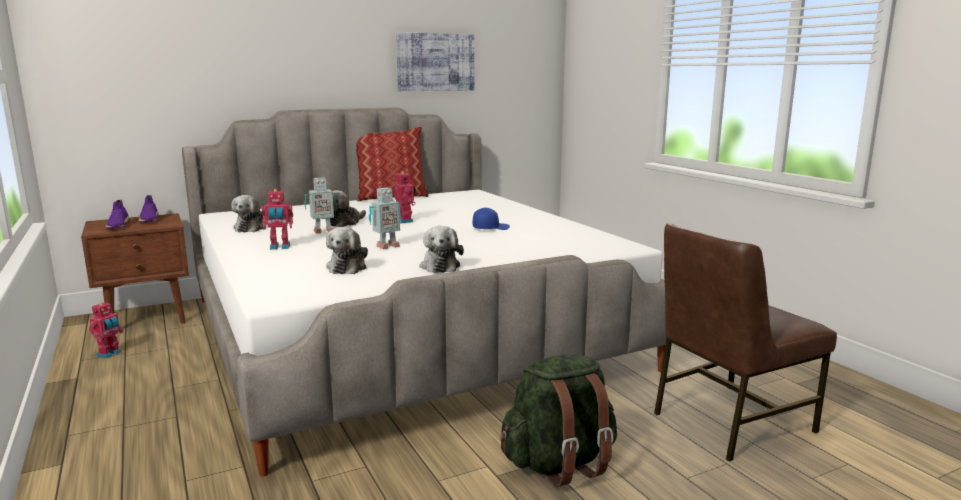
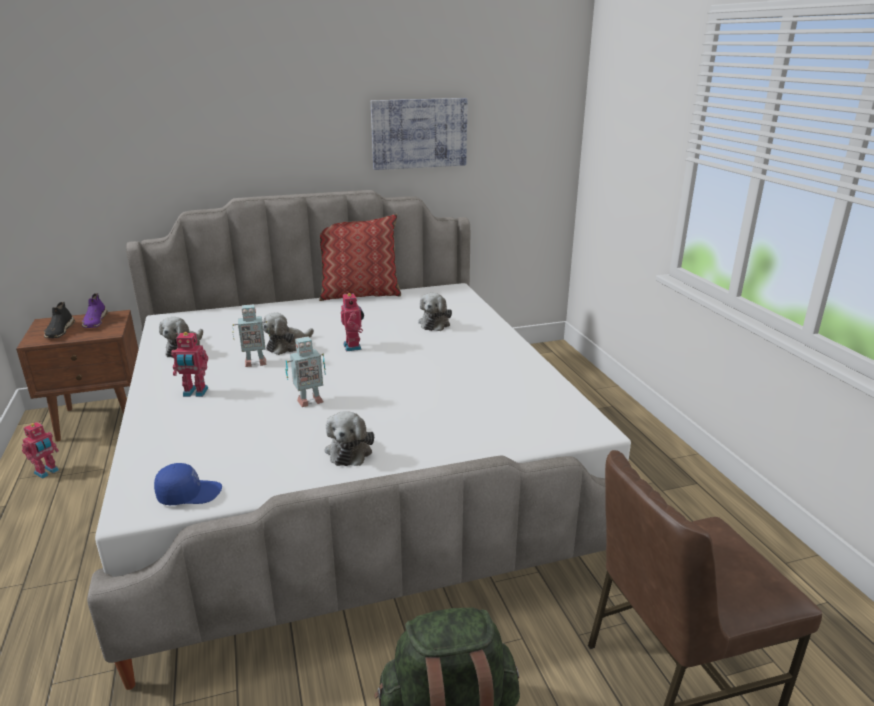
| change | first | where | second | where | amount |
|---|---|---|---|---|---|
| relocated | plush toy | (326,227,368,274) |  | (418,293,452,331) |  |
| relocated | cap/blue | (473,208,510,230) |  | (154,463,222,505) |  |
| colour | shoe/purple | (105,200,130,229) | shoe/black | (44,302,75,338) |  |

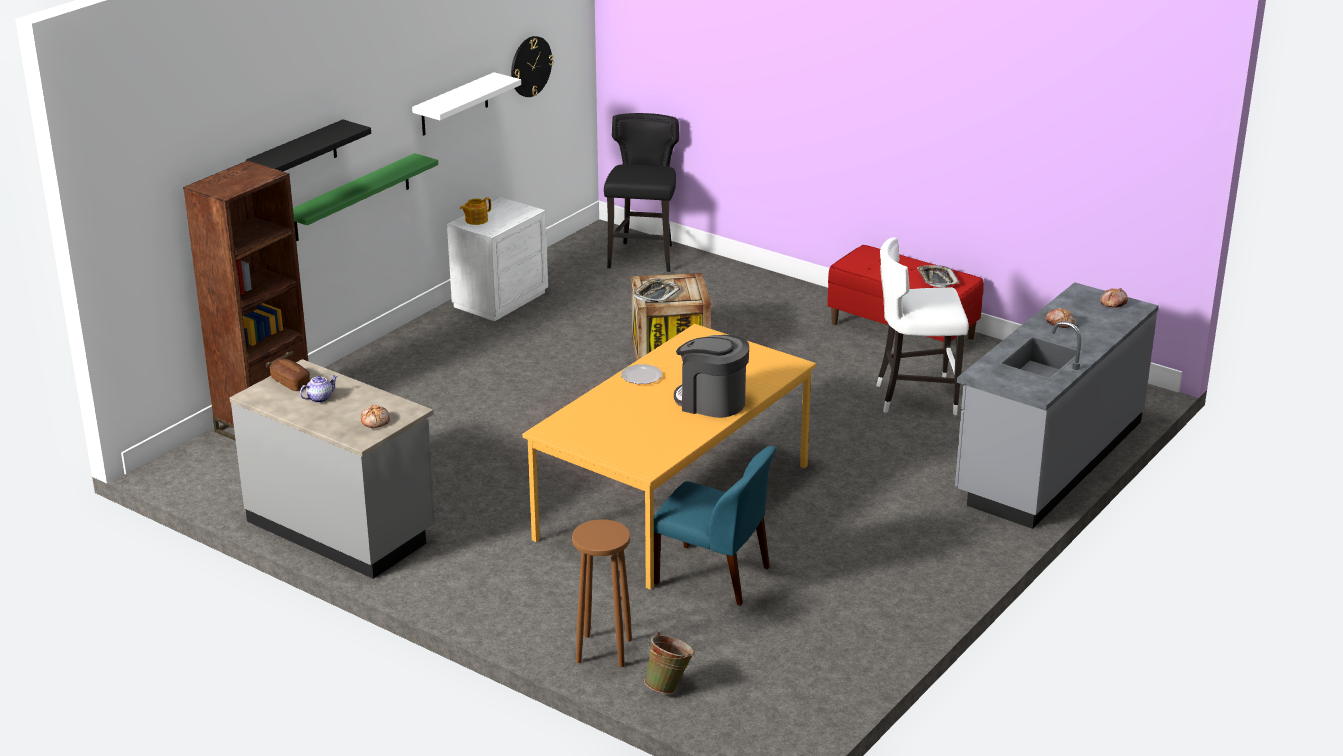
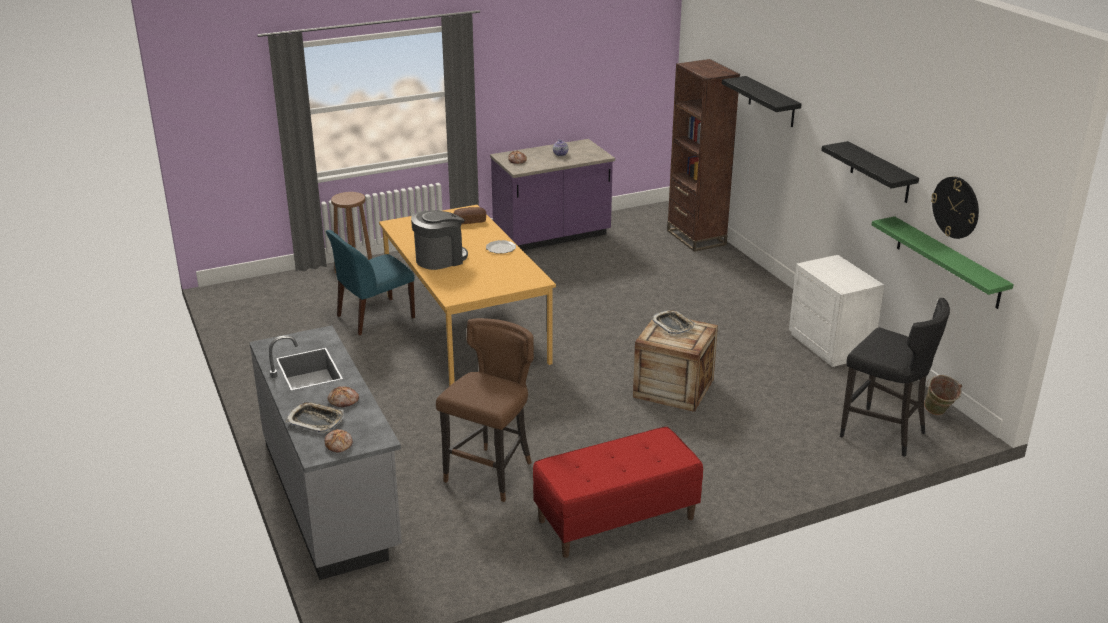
| change | first | where | second | where | amount |
|---|---|---|---|---|---|
| missing | teapot | (460,197,491,225) |  |  |  |
| relocated | bread | (270,359,310,391) |  | (454,207,486,225) |  |
| relocated | shelf/green | (293,153,438,241) |  | (872,216,1014,309) |  |
| relocated | bucket/green | (644,632,695,694) |  | (924,375,962,415) |  |
| relocated | tray | (917,265,959,288) |  | (286,402,344,433) |  |
| colour | counter/grey | (230,359,435,579) | counter/purple | (490,139,615,250) |  |
| colour | shelf/white | (412,72,521,136) | shelf/black | (821,141,919,203) |  |
| colour | stool/white | (876,237,969,415) | stool/brown | (436,318,534,502) |  |

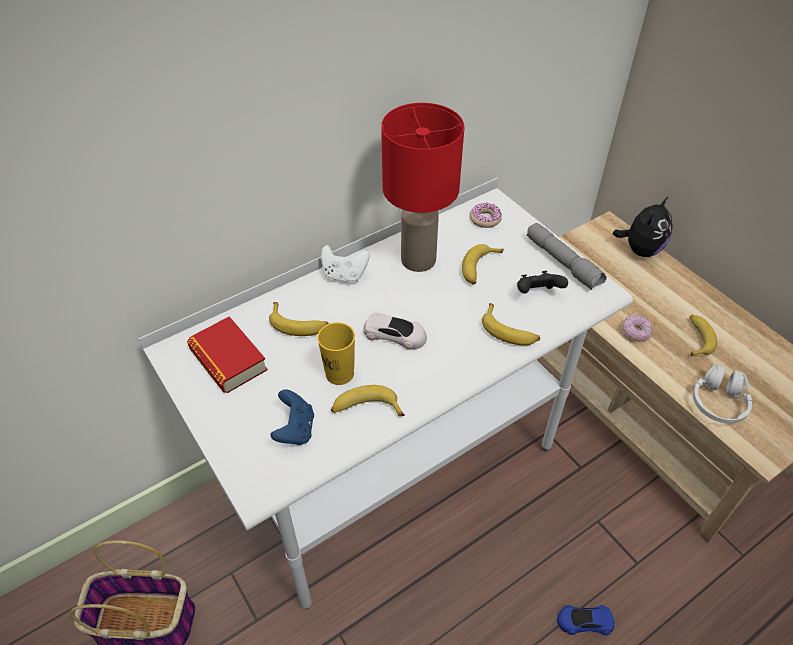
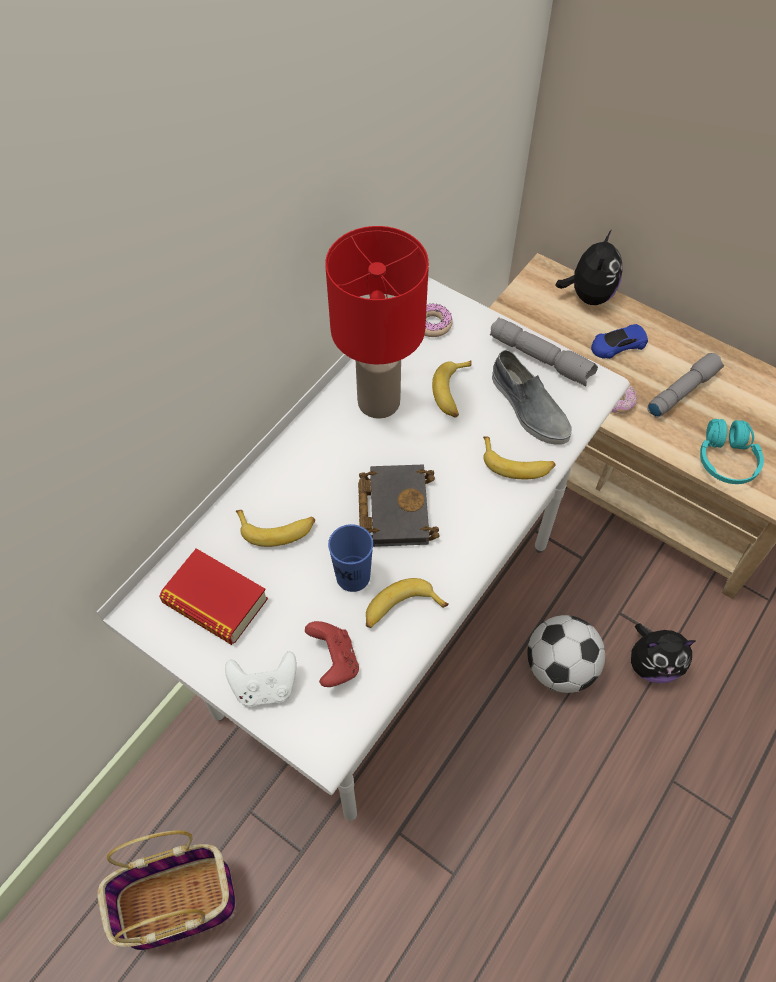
| change | first | where | second | where | amount |
|---|---|---|---|---|---|
| appeared |  |  | football | (527,615,605,693) |  |
| appeared |  |  | plush toy | (631,624,695,683) |  |
| relocated | game controller/white | (321,245,369,282) |  | (225,651,297,707) |  |
| relocated | toy car/blue | (557,605,614,635) |  | (591,324,648,359) |  |
| exchanged | toy car/white | (364,312,427,350) | book/black | (358,464,439,547) |  |
| exchanged | game controller/black | (517,271,568,294) | shoe/grey | (492,350,572,445) |  |
| exchanged | banana | (689,315,717,357) | flashlight/grey | (647,353,724,418) |  |
| colour | game controller/blue | (270,389,314,445) | game controller/red | (305,621,359,687) |  |
| colour | cup/yellow | (317,322,355,385) | cup/blue | (328,524,373,592) |  |
| colour | headphones/white | (693,364,752,424) | headphones/turquoise | (700,419,764,484) |  |

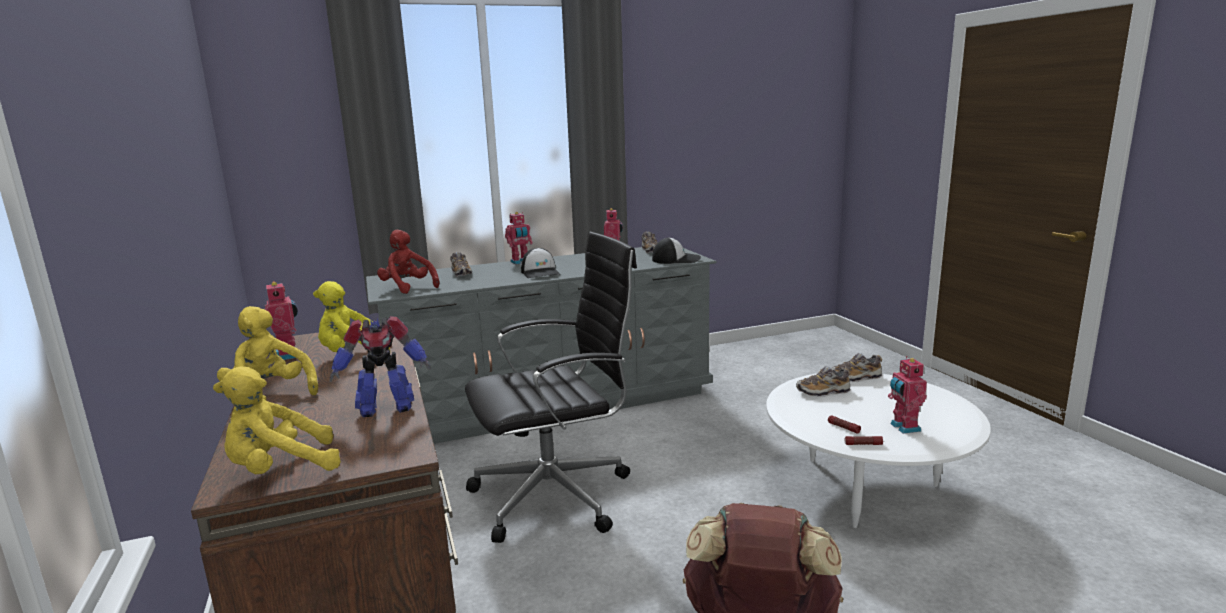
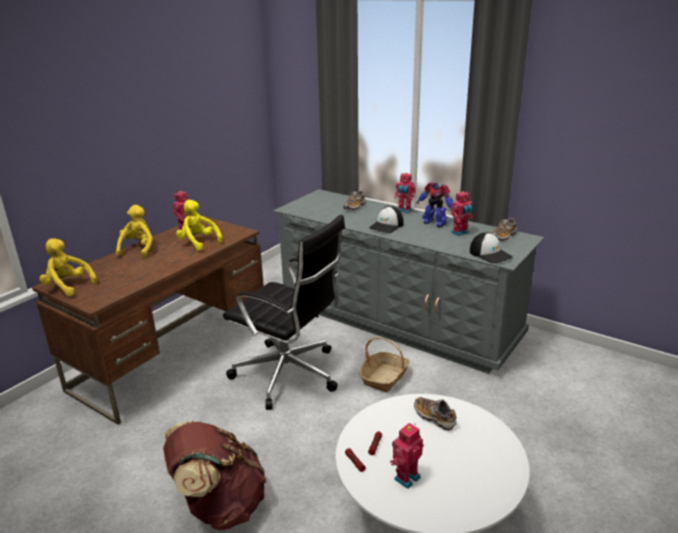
| change | first | where | second | where | amount |
|---|---|---|---|---|---|
| missing | plush toy/red | (377,230,439,294) |  |  |  |
| missing | shoe | (831,353,882,382) |  |  |  |
| appeared |  |  | basket | (359,337,410,392) |  |
| relocated | toy robot | (330,316,431,417) |  | (416,182,454,227) |  |

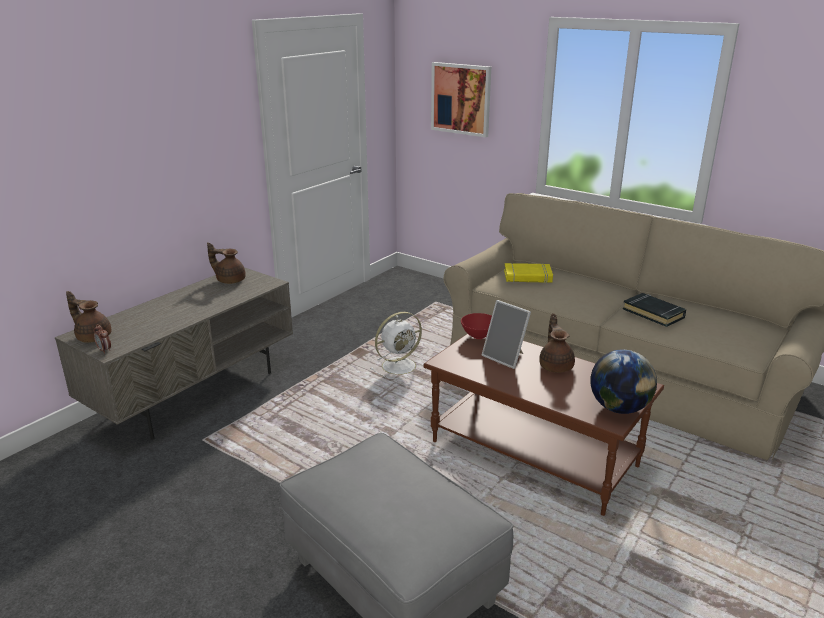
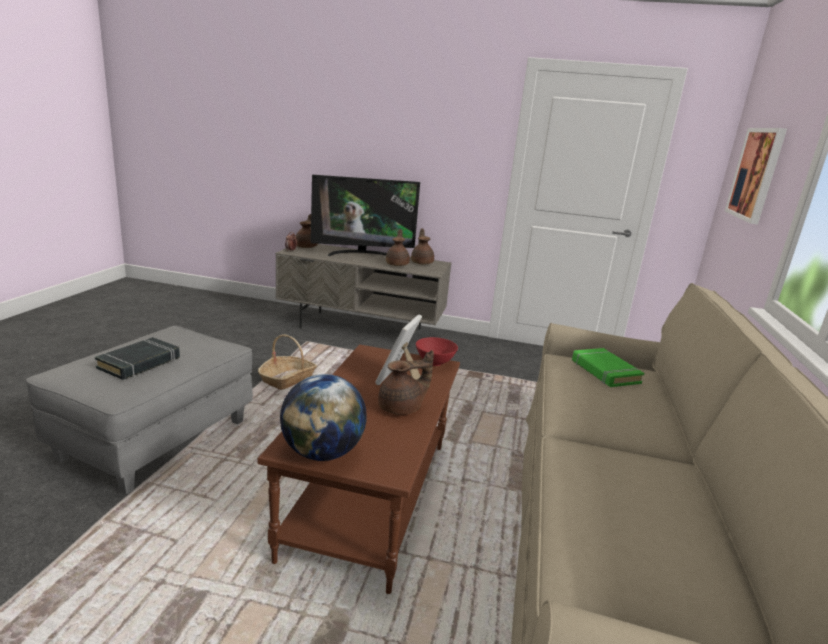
| change | first | where | second | where | amount |
|---|---|---|---|---|---|
| missing | fan/white | (370,312,425,379) |  |  |  |
| appeared |  |  | basket | (258,334,317,390) |  |
| appeared |  |  | television | (311,175,420,256) |  |
| appeared |  |  | teapot/brown | (386,229,410,266) |  |
| relocated | book/black | (623,293,686,327) |  | (95,337,180,380) |  |
| colour | book/yellow | (504,263,553,283) | book/green | (572,348,644,387) |  |

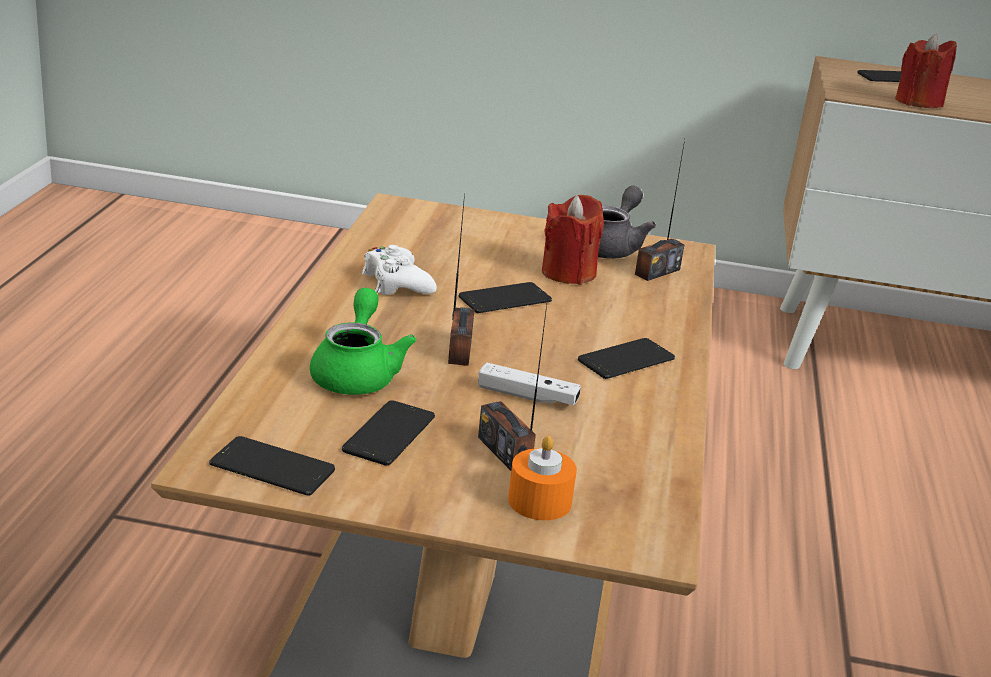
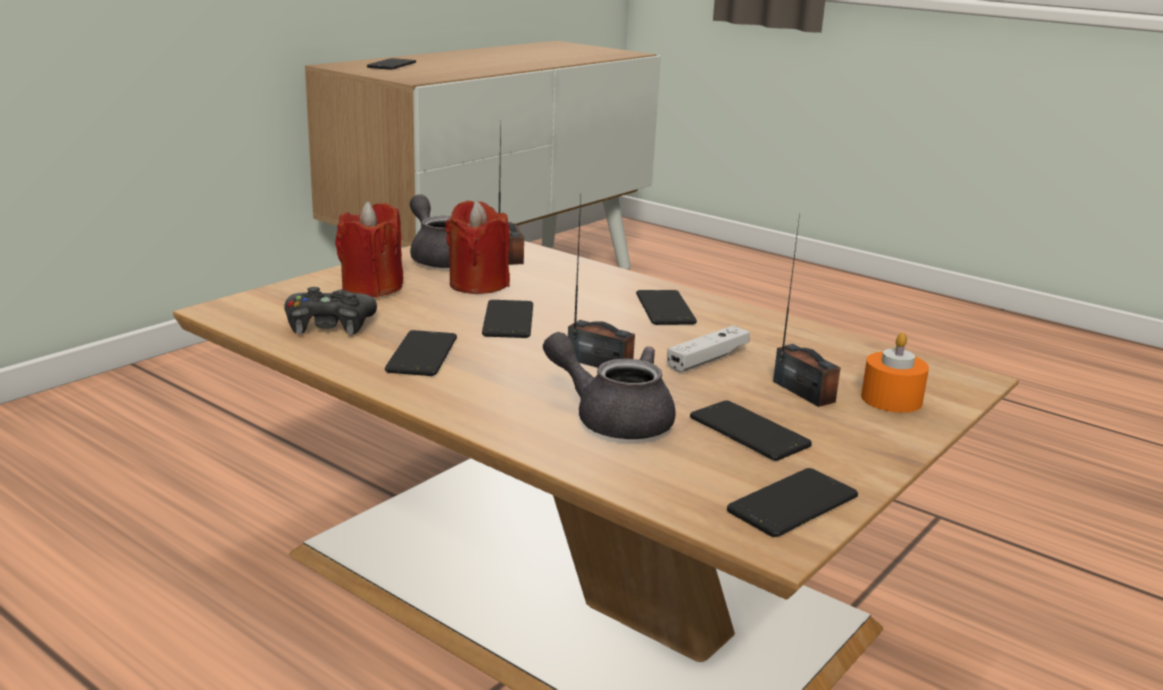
| change | first | where | second | where | amount |
|---|---|---|---|---|---|
| appeared |  |  | game controller/black | (284,287,377,334) |  |
| relocated | candle/red | (895,34,957,108) |  | (335,201,403,297) |  |
| exchanged | game controller/white | (362,245,437,295) | phone | (385,330,457,376) |  |
| colour | teapot/green | (310,288,417,395) | teapot/grey | (543,332,676,439) |  |
| spun | radio | (478,297,548,471) |  | (773,213,841,407) | 120 degrees counterclockwise |

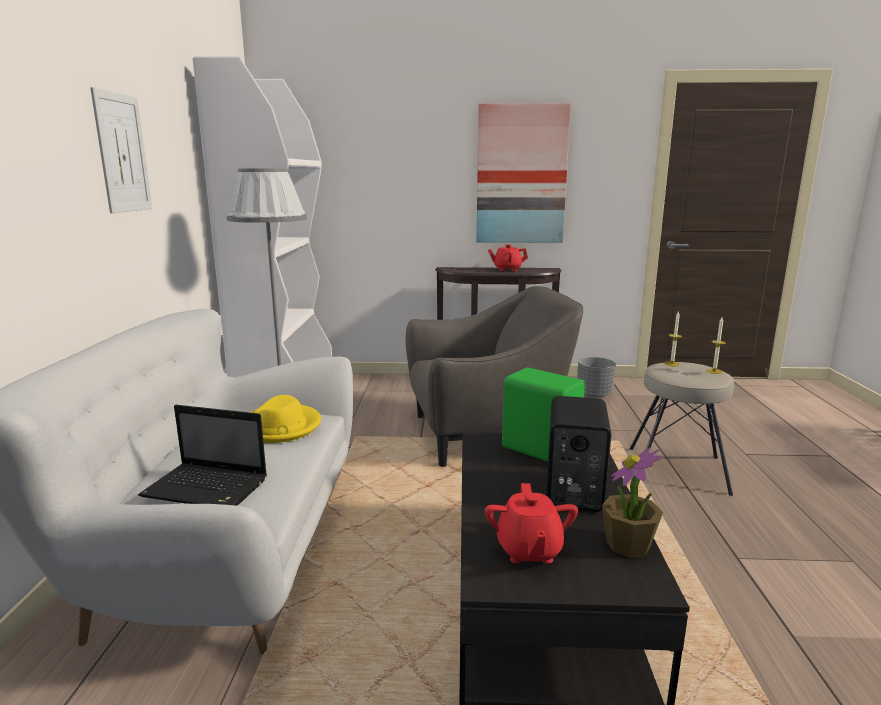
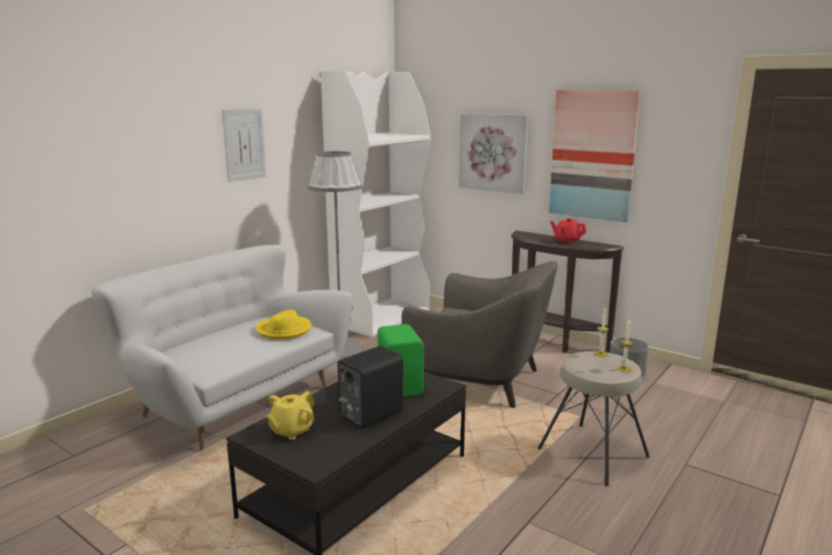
| change | first | where | second | where | amount |
|---|---|---|---|---|---|
| missing | laptop | (138,405,267,506) |  |  |  |
| missing | potted plant | (602,448,663,558) |  |  |  |
| appeared |  |  | picture | (459,113,529,194) |  |
| colour | teapot/red | (485,483,578,564) | teapot/yellow | (267,391,315,440) |  |

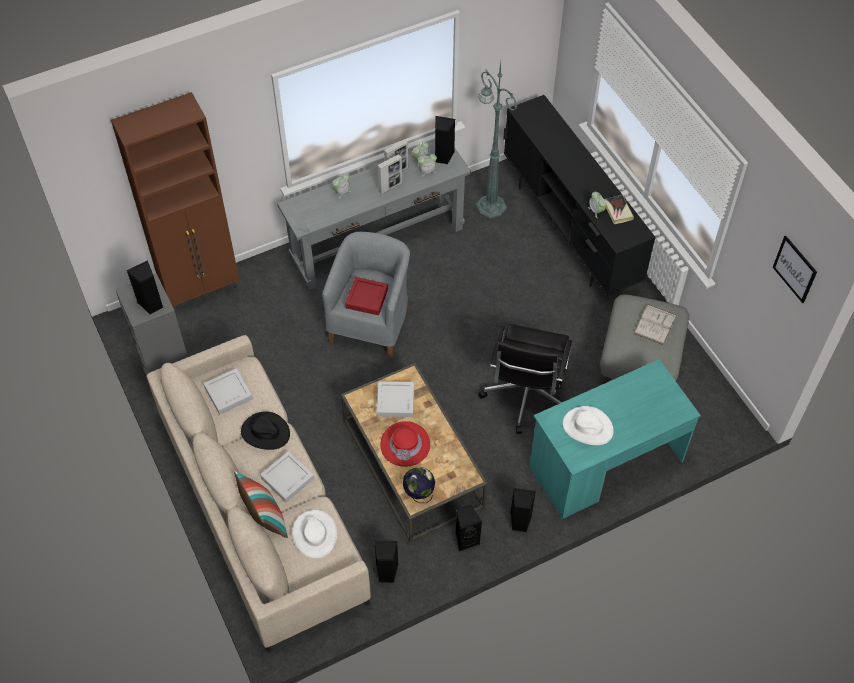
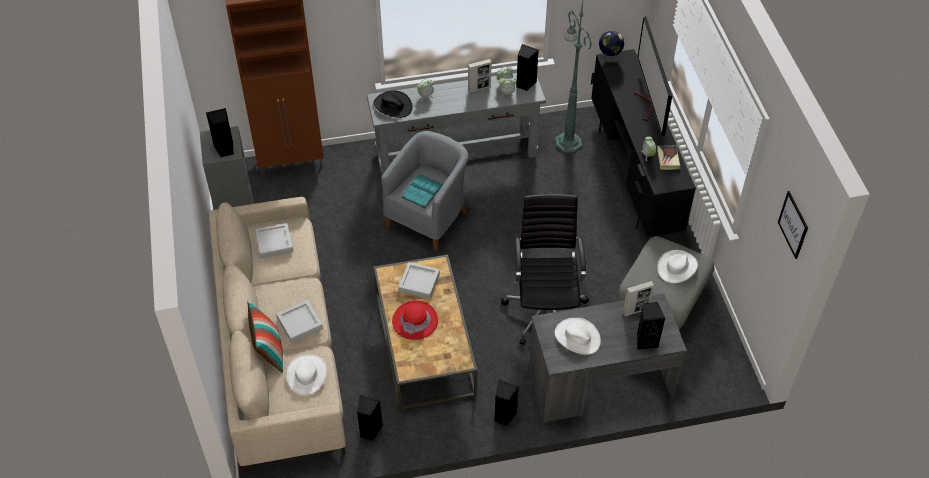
| change | first | where | second | where | amount |
|---|---|---|---|---|---|
| appeared |  |  | television | (634,16,672,136) |  |
| relocated | hat/black | (241,411,290,450) |  | (374,91,413,118) |  |
| relocated | picture frame | (377,154,402,194) |  | (623,281,654,317) |  |
| relocated | globe | (403,467,435,503) |  | (599,31,624,64) |  |
| relocated | speaker/black | (456,505,482,552) |  | (637,302,665,350) |  |
| exchanged | tray/red | (345,277,388,315) | book/turquoise | (401,174,443,208) |  |
| exchanged | book/white | (634,304,677,345) | hat/white | (657,250,698,283) |  |
| colour | desk/turquoise | (530,359,701,519) | desk/grey | (529,293,687,422) |  |
| spun | office chair/black | (478,324,572,434) |  | (501,194,589,345) | 150 degrees clockwise |

